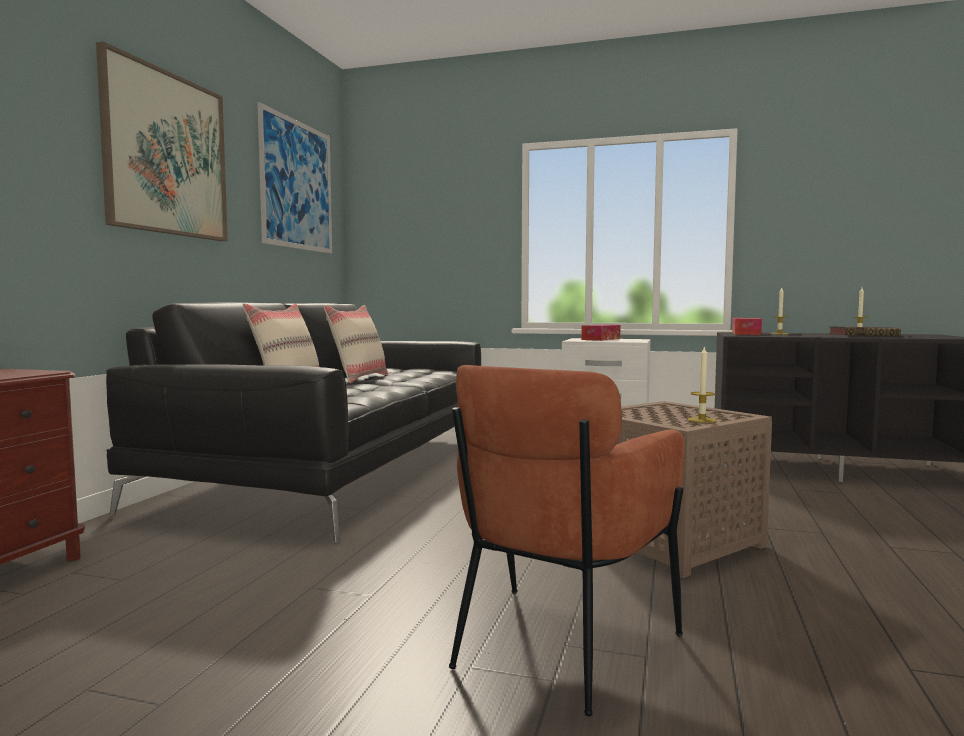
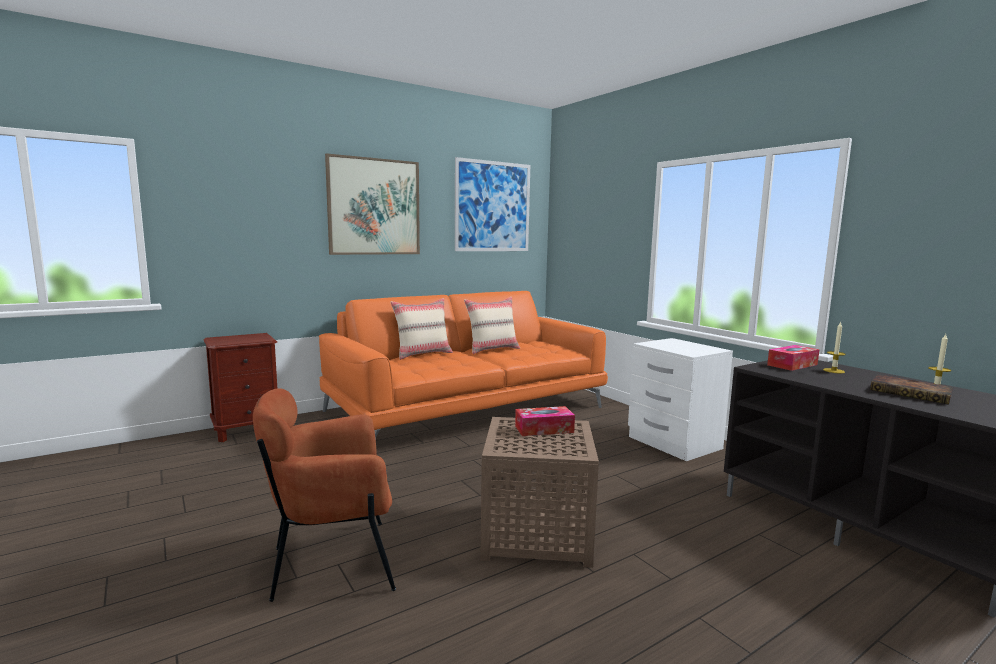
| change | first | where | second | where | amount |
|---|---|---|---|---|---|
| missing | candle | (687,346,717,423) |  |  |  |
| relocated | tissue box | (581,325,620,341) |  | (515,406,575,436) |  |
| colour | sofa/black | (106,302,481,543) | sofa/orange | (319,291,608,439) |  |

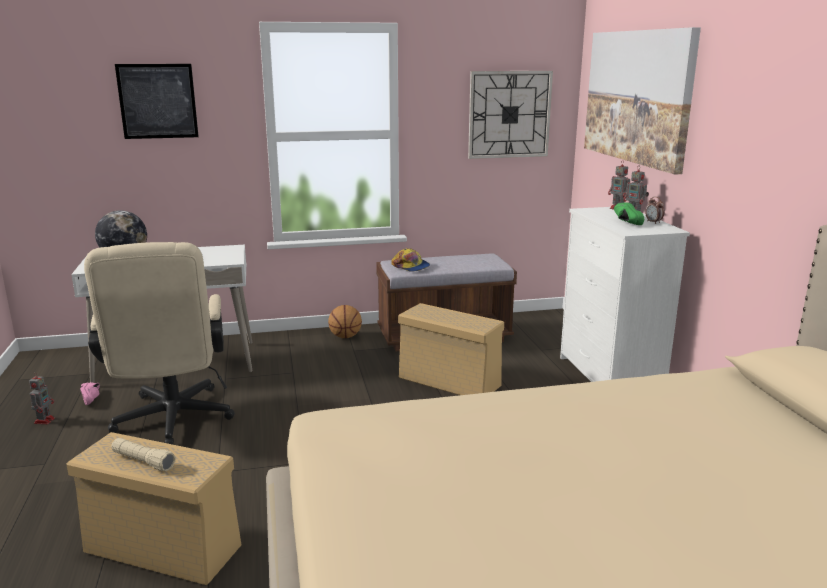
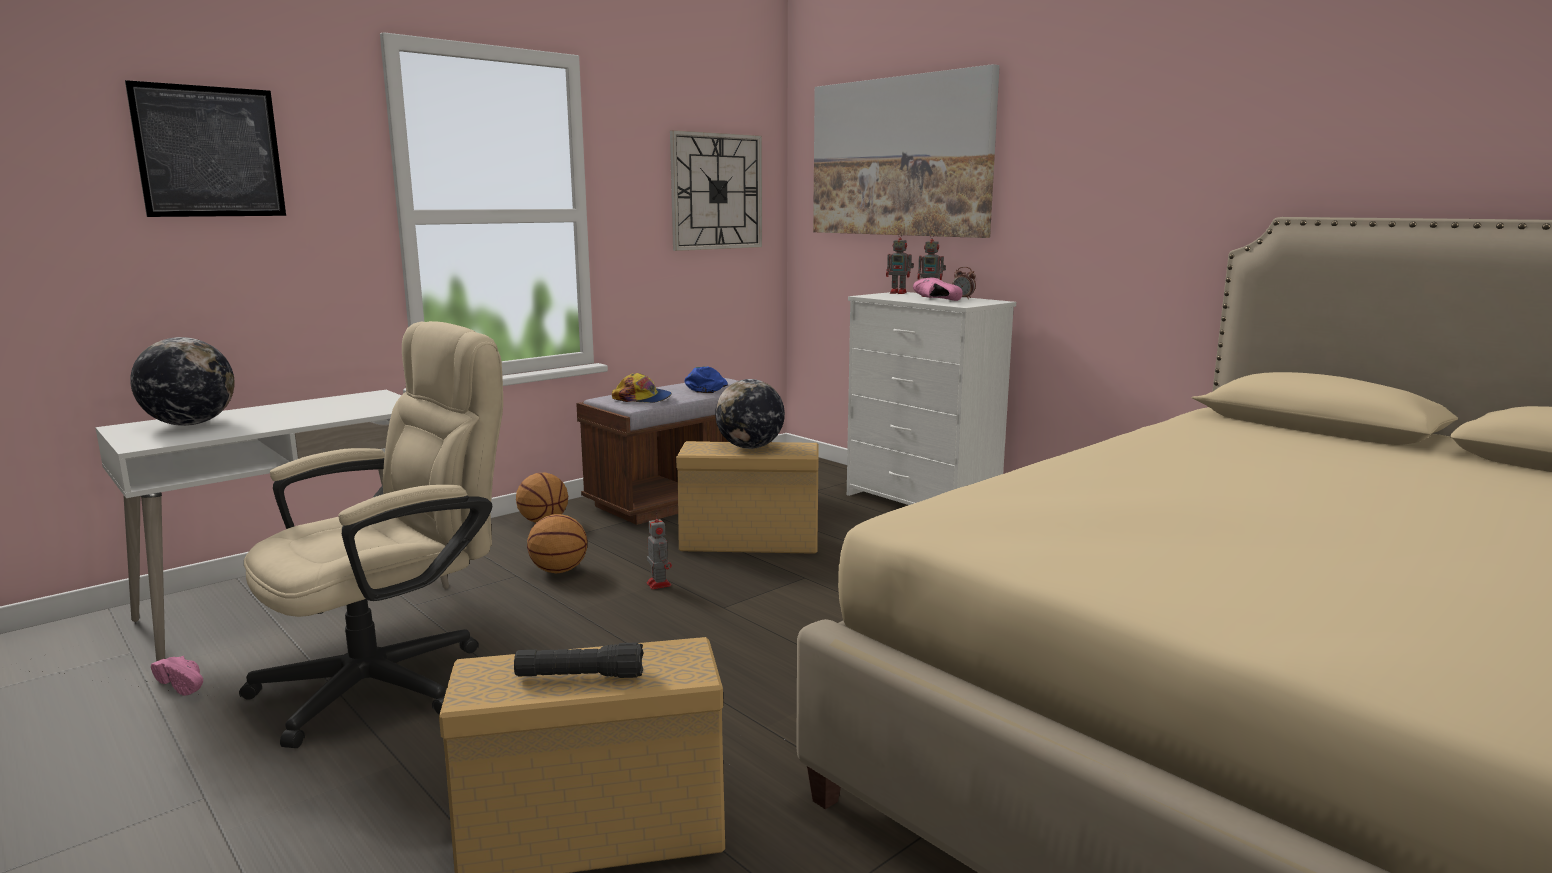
| change | first | where | second | where | amount |
|---|---|---|---|---|---|
| appeared |  |  | basketball | (527,514,587,573) |  |
| appeared |  |  | cap/blue | (684,367,728,393) |  |
| appeared |  |  | globe | (715,379,785,449) |  |
| relocated | toy robot | (29,372,55,424) |  | (646,513,672,589) |  |
| colour | flashlight/beige | (111,438,176,471) | flashlight/black | (514,642,644,678) |  |
| colour | shoe/green | (614,203,644,225) | shoe/pink | (913,278,963,301) |  |
| spun | office chair/beige | (84,242,235,445) |  | (239,321,503,748) | 90 degrees counterclockwise |

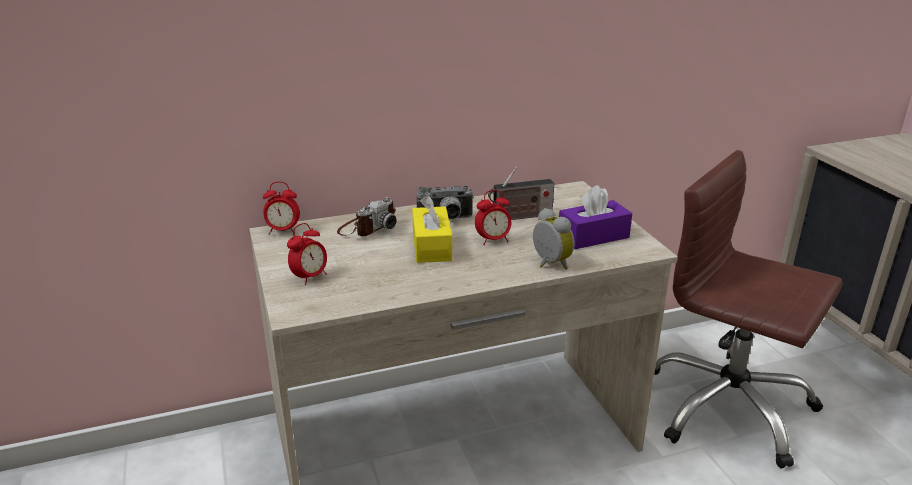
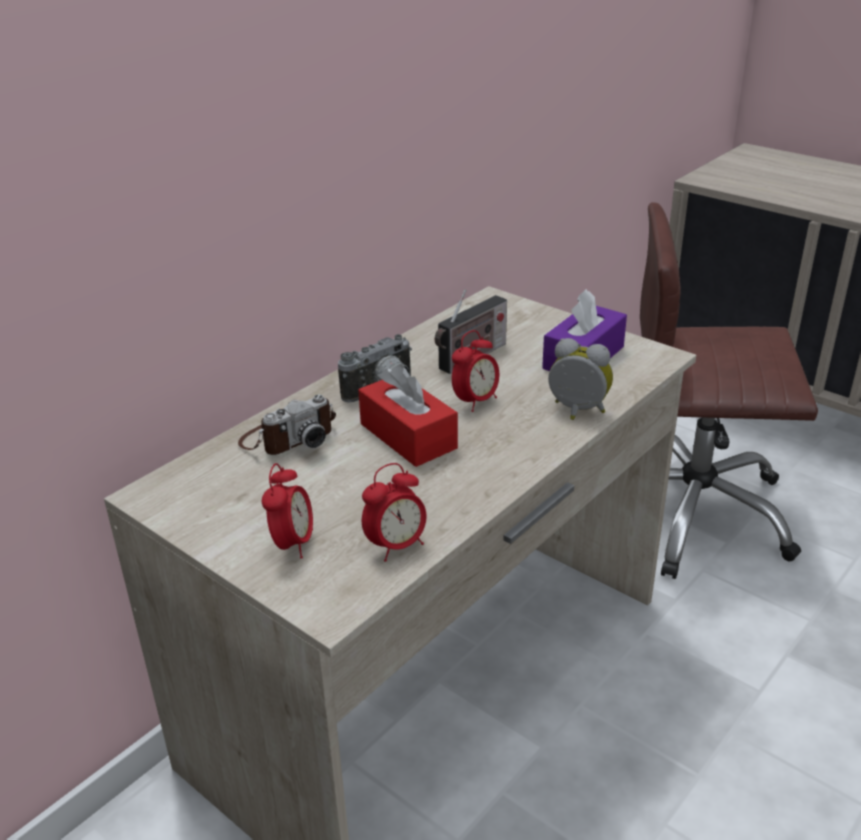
| change | first | where | second | where | amount |
|---|---|---|---|---|---|
| relocated | alarm clock | (263,182,300,235) |  | (362,463,426,562) |  |
| colour | tissue box/yellow | (412,195,452,263) | tissue box/red | (358,364,458,467) |  |
| spun | photo camera | (337,197,397,236) |  | (238,394,336,455) | 45 degrees clockwise |

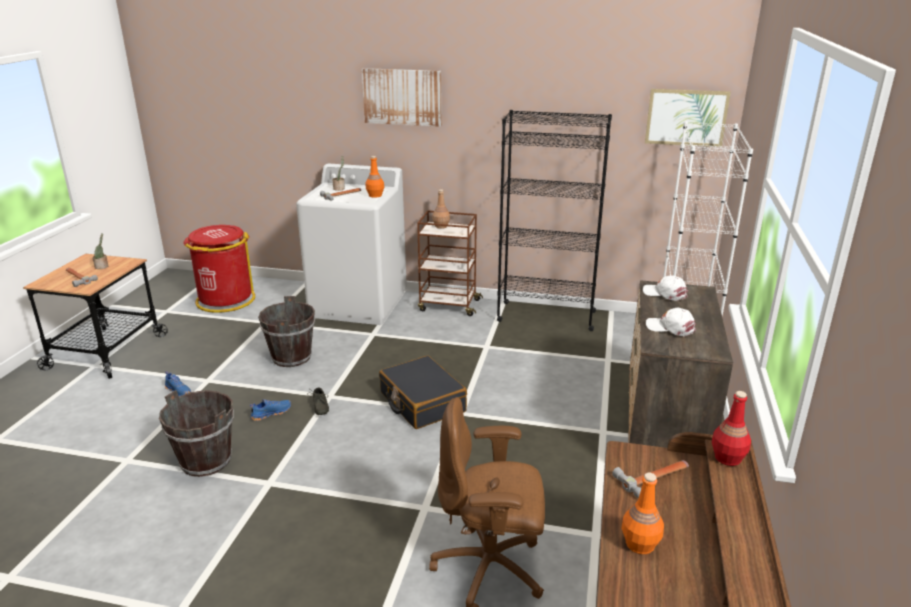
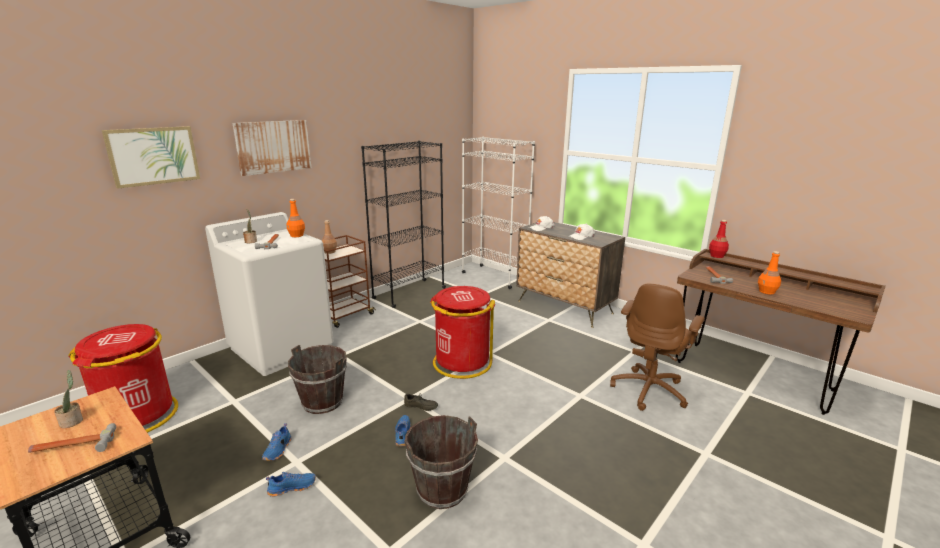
| change | first | where | second | where | amount |
|---|---|---|---|---|---|
| appeared |  |  | shoe/blue | (262,423,291,461) |  |
| relocated | picture | (645,89,731,147) |  | (102,126,200,189) |  |
| exchanged | suitcase/black | (379,356,467,429) | trash can/red | (430,286,495,379) |  |

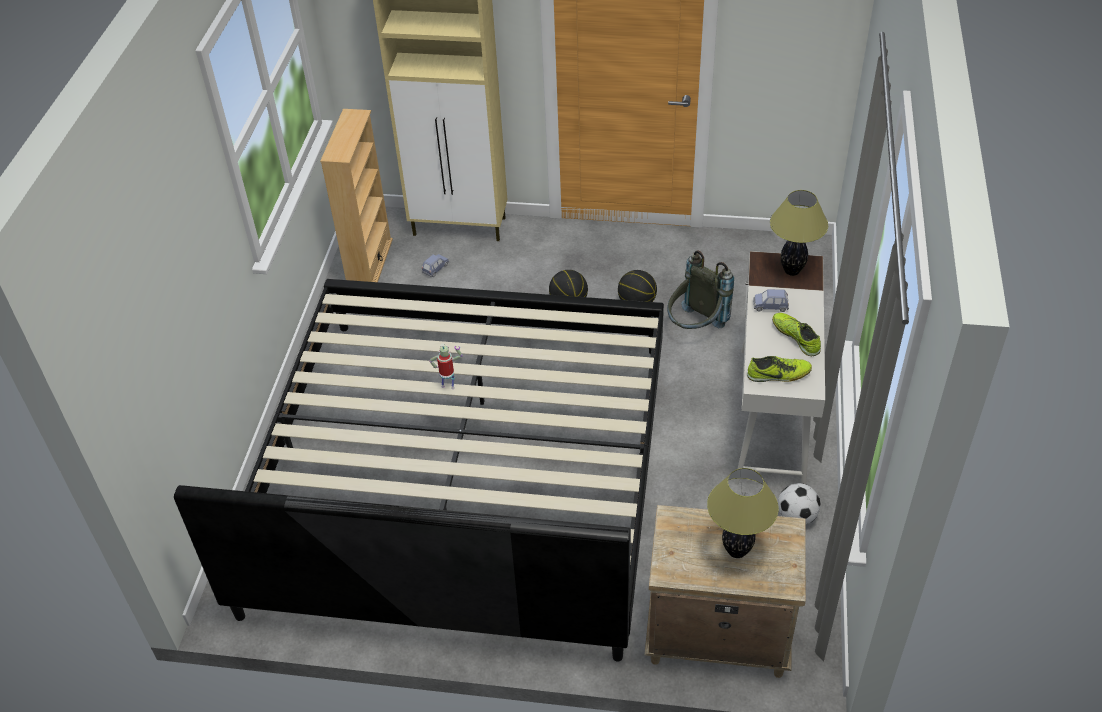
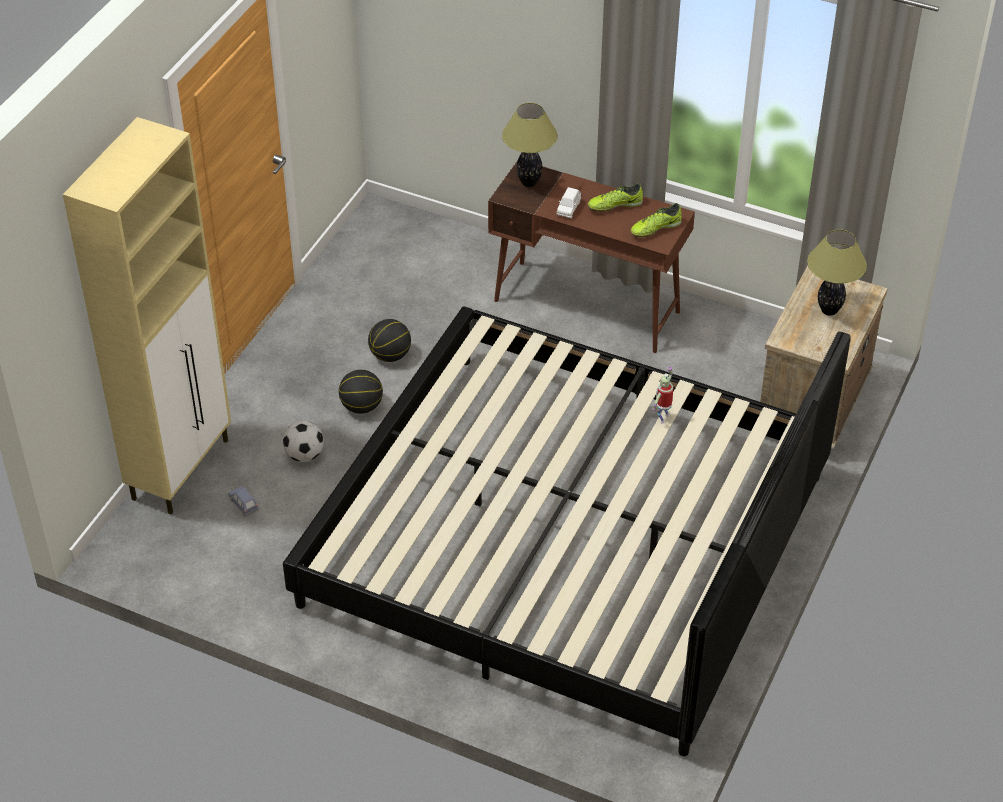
| change | first | where | second | where | amount |
|---|---|---|---|---|---|
| missing | bookcase/beige | (320,109,393,282) |  |  |  |
| missing | backpack/grey | (667,250,734,329) |  |  |  |
| relocated | toy robot | (429,343,463,389) |  | (652,367,673,423) |  |
| relocated | football | (778,483,821,524) |  | (283,421,324,462) |  |
| colour | desk/white | (735,251,825,485) | desk/brown | (488,160,695,353) |  |
| colour | toy car/blue | (753,289,789,312) | toy car/white | (557,187,581,218) |  |
| spun | shoe | (747,356,812,382) |  | (630,203,682,237) | 135 degrees counterclockwise |

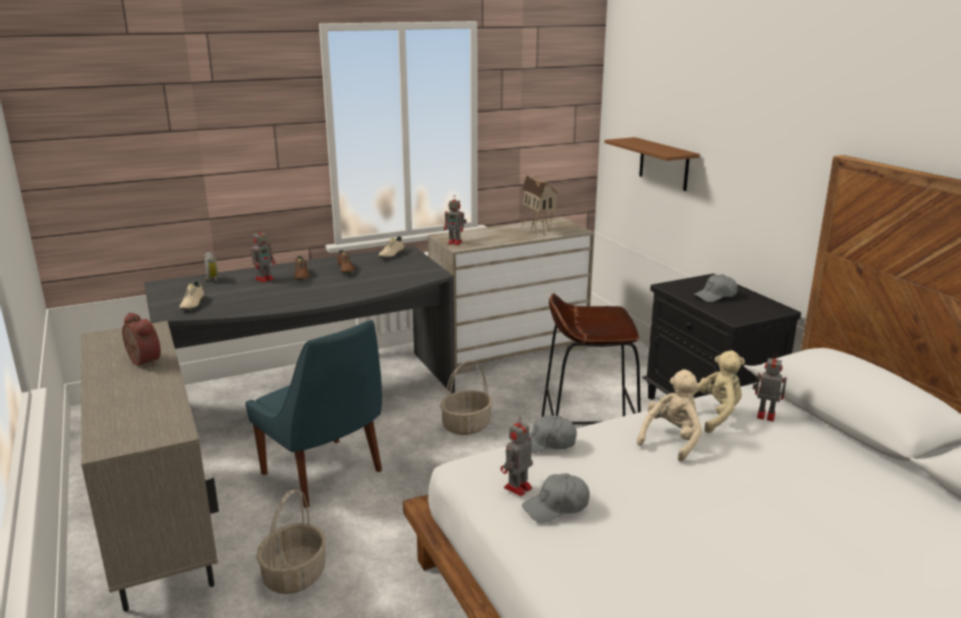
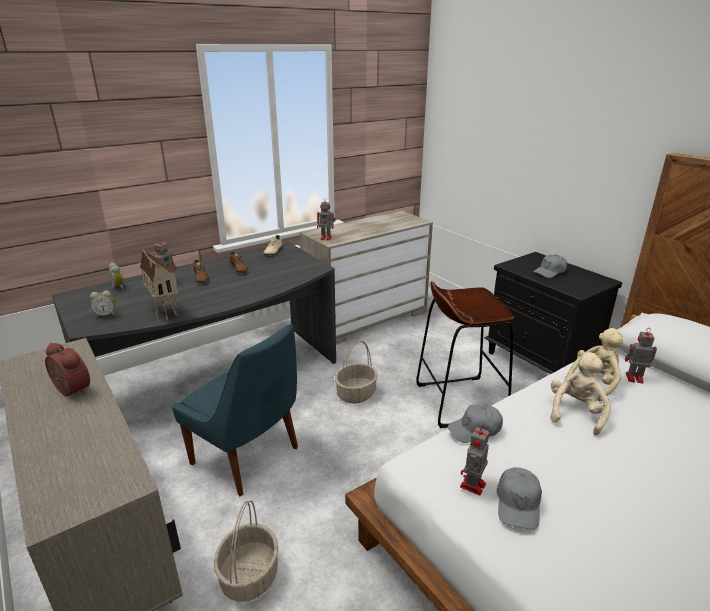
| change | first | where | second | where | amount |
|---|---|---|---|---|---|
| missing | shelf/brown | (605,137,700,191) |  |  |  |
| relocated | toy house | (522,174,559,235) |  | (140,249,179,322) |  |
| exchanged | shoe/beige | (180,281,204,310) | alarm clock | (90,290,116,318) |  |
| spun | cap/grey | (522,473,590,523) |  | (497,467,542,530) | 45 degrees counterclockwise |

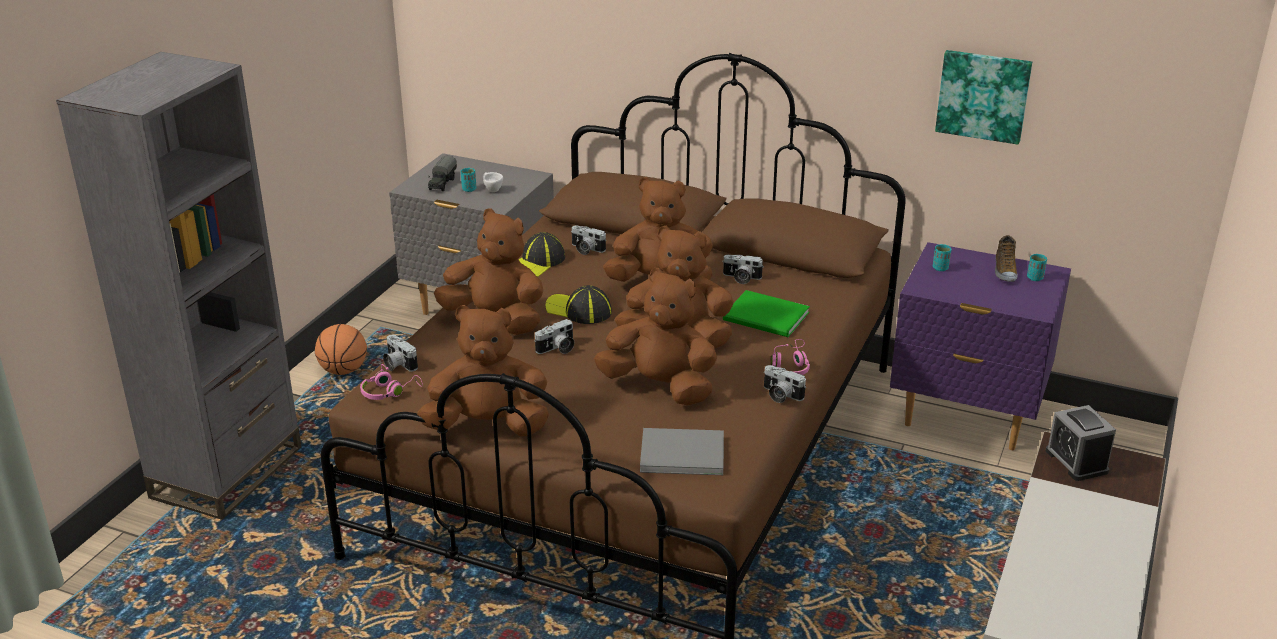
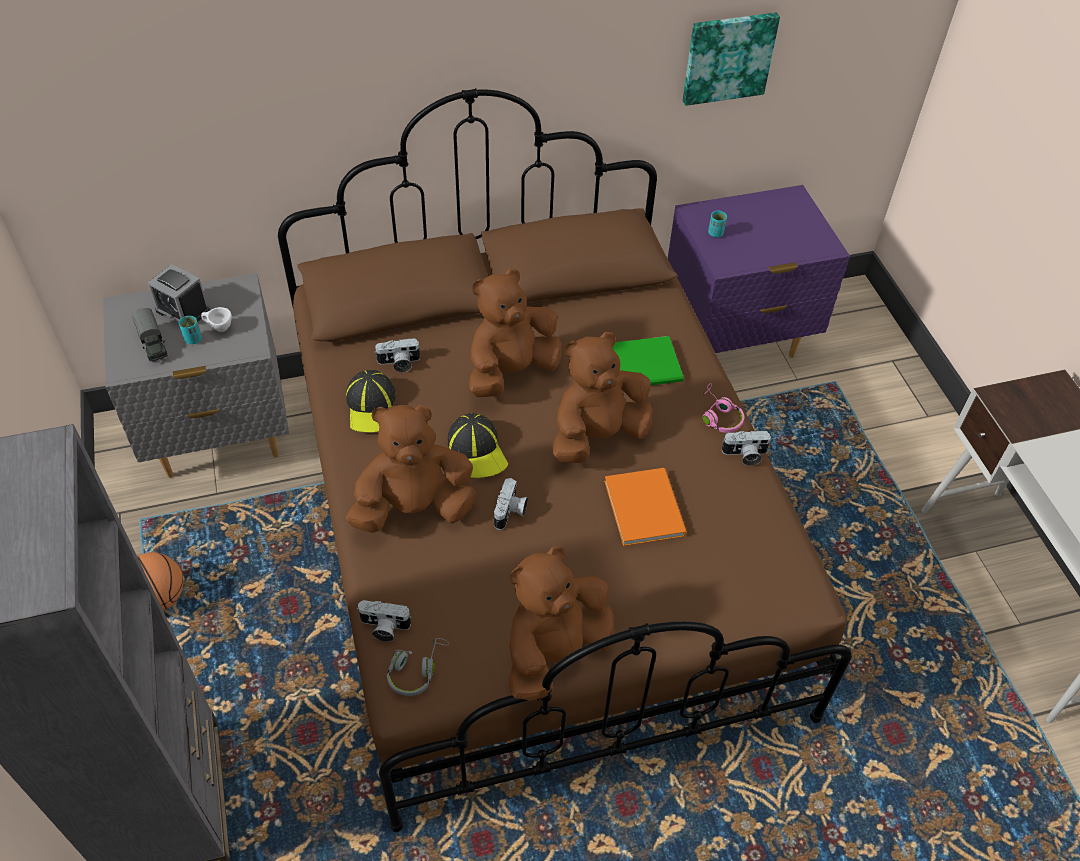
| change | first | where | second | where | amount |
|---|---|---|---|---|---|
| missing | book/grey | (640,428,724,475) |  |  |  |
| missing | photo camera | (722,255,764,284) |  |  |  |
| missing | shoe | (995,235,1018,282) |  |  |  |
| missing | cup/turquoise | (1027,254,1047,281) |  |  |  |
| relocated | alarm clock | (1046,405,1116,481) |  | (147,264,210,322) |  |
| exchanged | plush toy/brown | (594,268,717,406) | book/orange | (604,468,687,546) |  |
| colour | headphones/pink | (360,364,423,400) | headphones/grey | (387,638,449,696) |  |
| spun | cap | (545,285,612,324) |  | (447,413,508,478) | 105 degrees counterclockwise |

